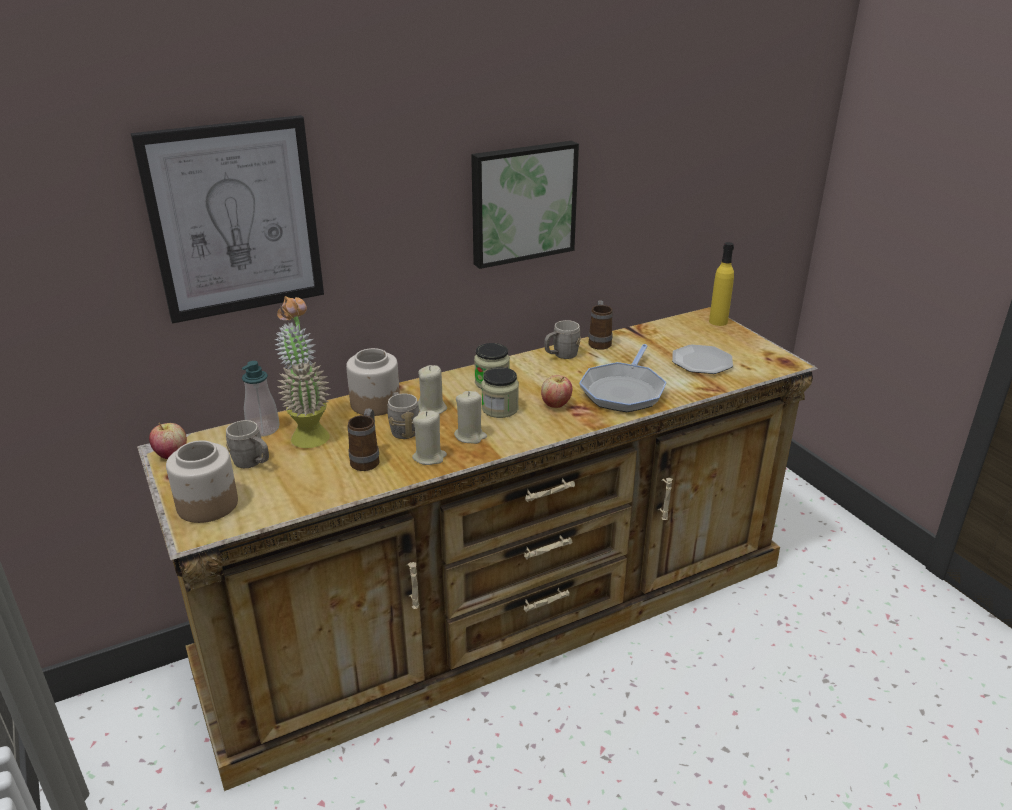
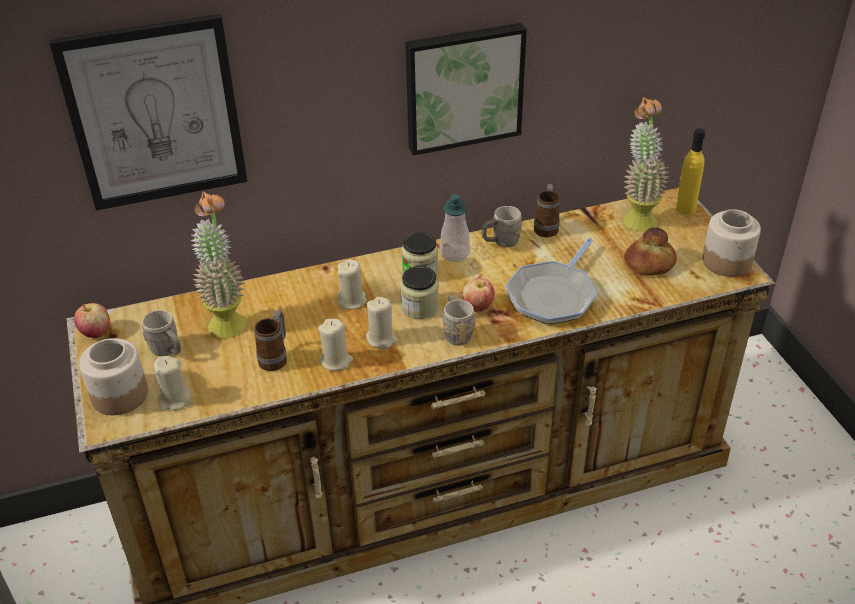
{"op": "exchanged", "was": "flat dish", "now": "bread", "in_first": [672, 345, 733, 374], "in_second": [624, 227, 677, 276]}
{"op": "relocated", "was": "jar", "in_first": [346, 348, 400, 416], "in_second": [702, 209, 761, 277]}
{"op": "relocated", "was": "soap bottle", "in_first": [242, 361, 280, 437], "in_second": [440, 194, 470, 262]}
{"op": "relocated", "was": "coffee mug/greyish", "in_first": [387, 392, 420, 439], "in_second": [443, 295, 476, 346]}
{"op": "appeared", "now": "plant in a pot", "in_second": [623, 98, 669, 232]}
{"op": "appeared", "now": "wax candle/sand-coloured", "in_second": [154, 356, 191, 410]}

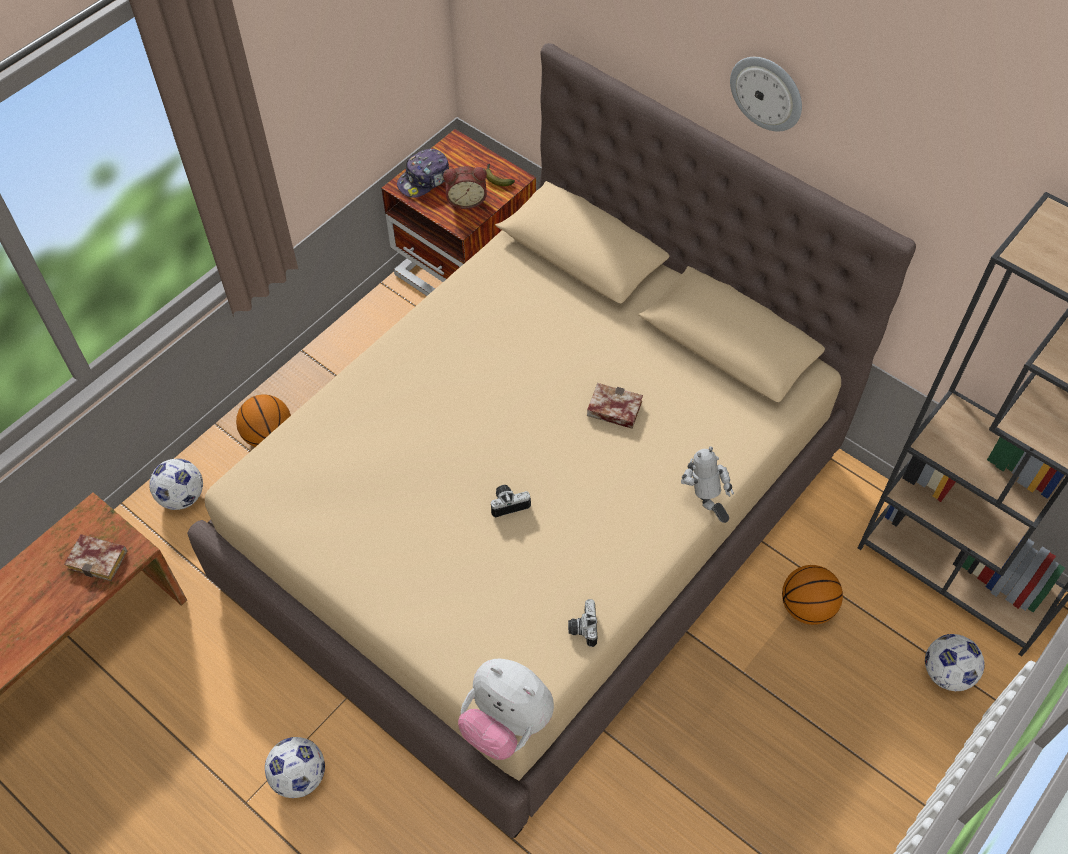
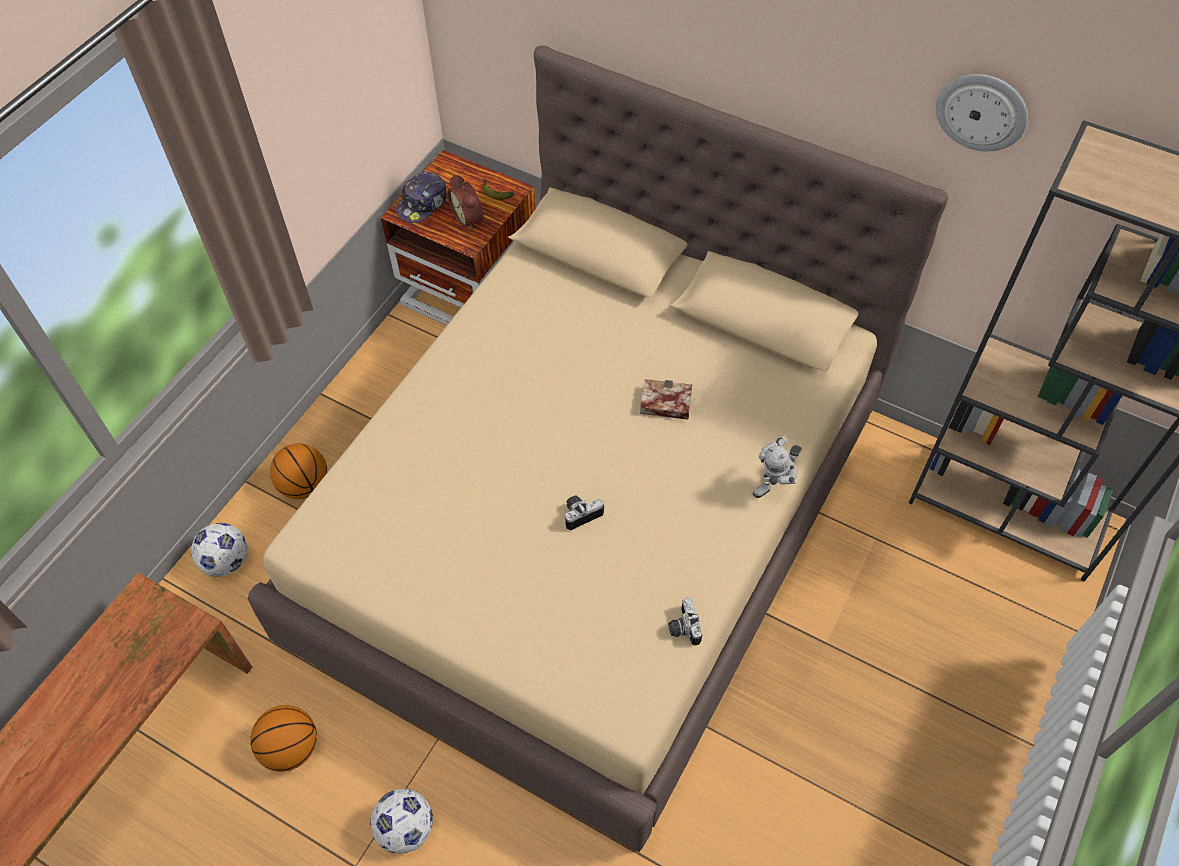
{"op": "relocated", "was": "hanging clock", "in_first": [730, 57, 802, 131], "in_second": [936, 74, 1028, 151]}
{"op": "spun", "was": "bedside clock", "in_first": [443, 166, 487, 209], "in_second": [447, 174, 484, 231], "clockwise": 75}
{"op": "spun", "was": "robot figure", "in_first": [681, 446, 734, 523], "in_second": [753, 435, 802, 498], "clockwise": -105}
{"op": "missing", "was": "bound book", "in_first": [64, 534, 127, 581]}
{"op": "relocated", "was": "basketball ball", "in_first": [782, 565, 843, 625], "in_second": [250, 705, 317, 772]}
{"op": "missing", "was": "football ball", "in_first": [925, 634, 984, 691]}
{"op": "missing", "was": "plush toy", "in_first": [458, 658, 554, 760]}

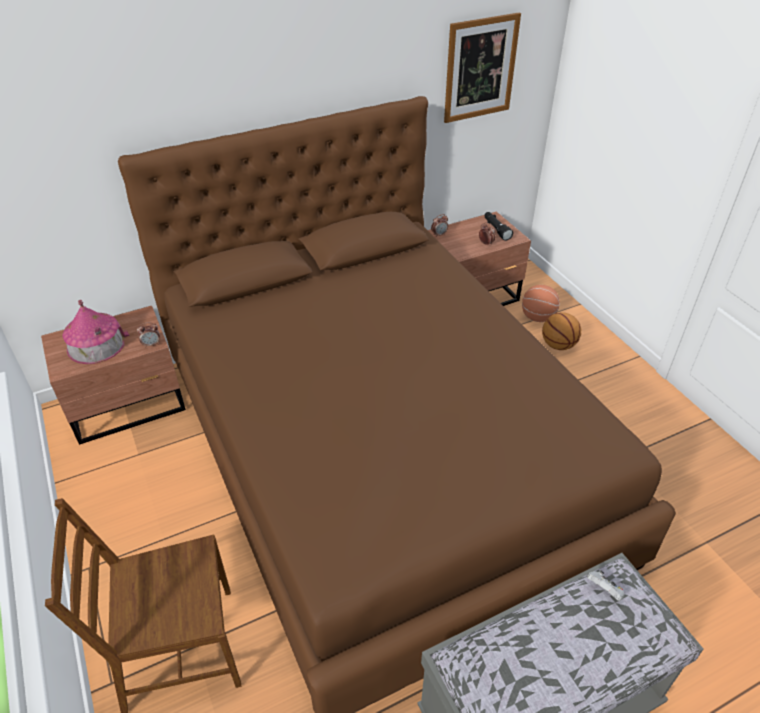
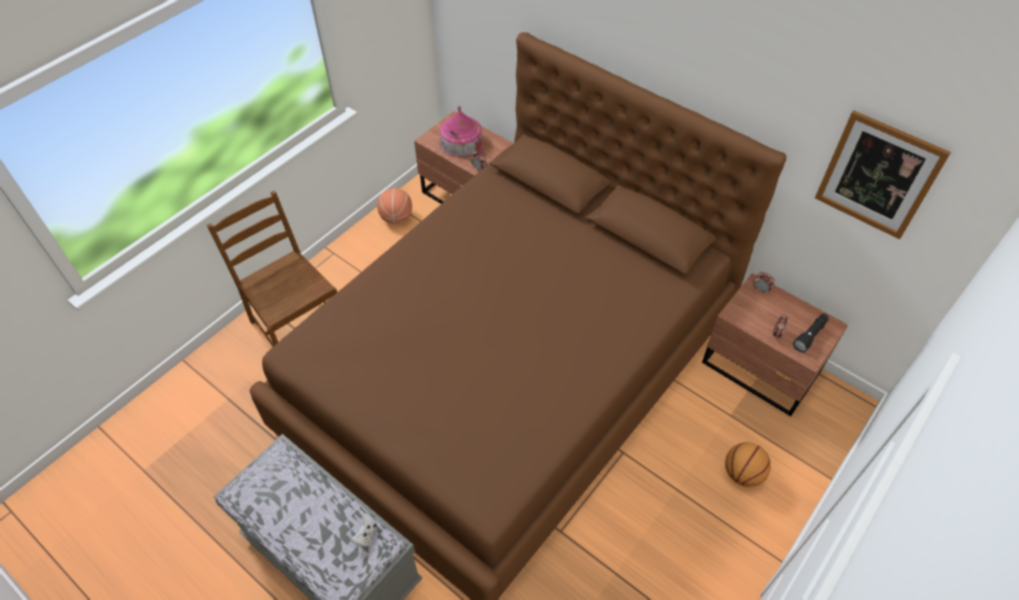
{"op": "relocated", "was": "basketball ball", "in_first": [522, 285, 560, 322], "in_second": [377, 188, 412, 224]}

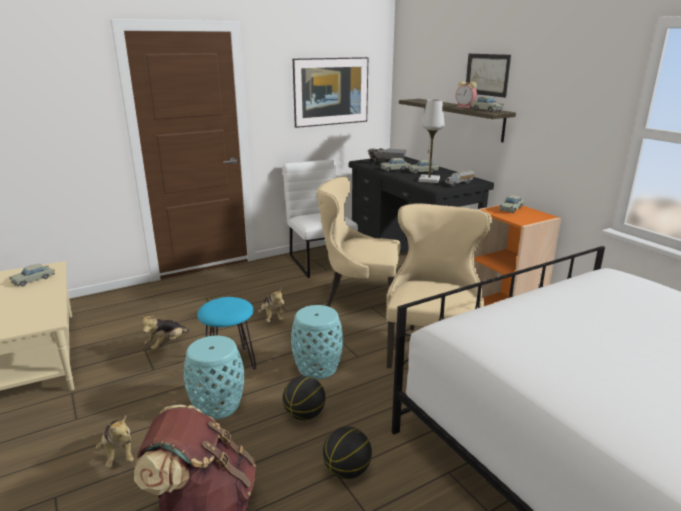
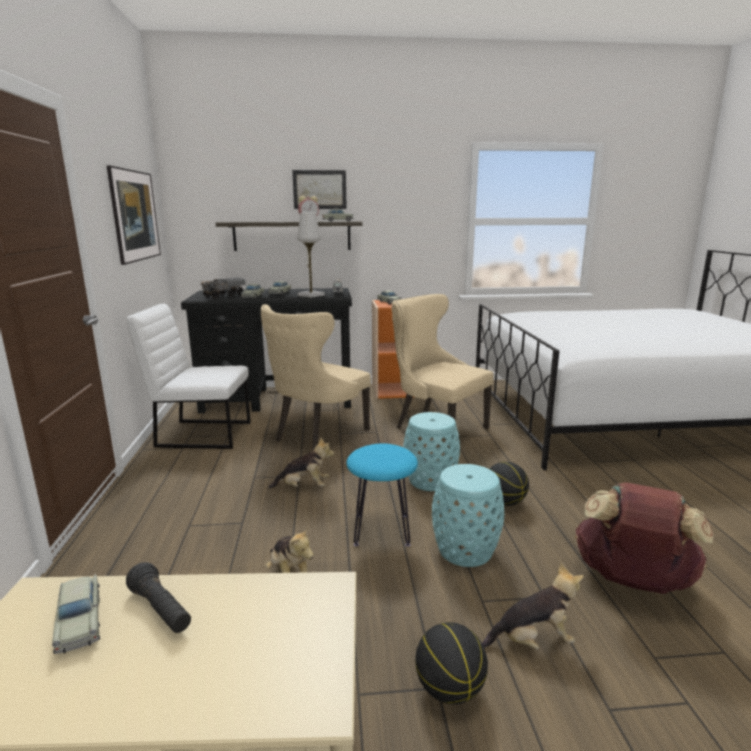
{"op": "relocated", "was": "basketball ball", "in_first": [323, 426, 372, 479], "in_second": [415, 622, 488, 704]}
{"op": "appeared", "now": "torch/blackish", "in_second": [126, 562, 191, 633]}

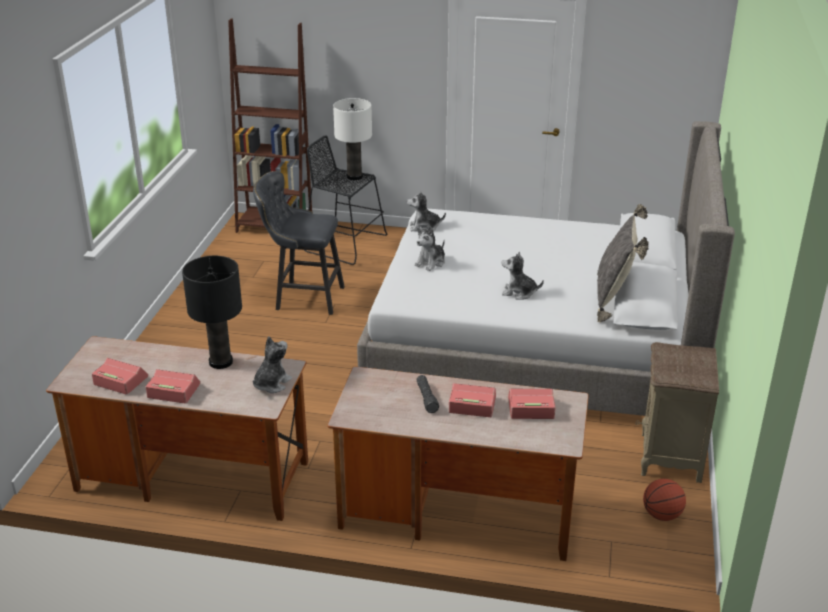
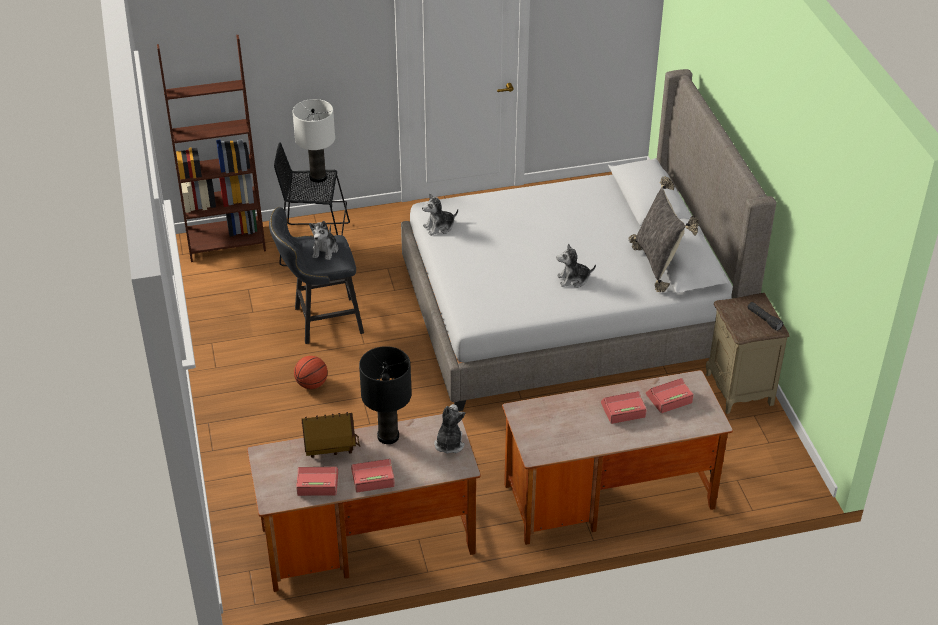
{"op": "relocated", "was": "plush toy", "in_first": [415, 227, 445, 271], "in_second": [309, 221, 338, 260]}
{"op": "relocated", "was": "torch/blackish", "in_first": [417, 375, 439, 413], "in_second": [748, 302, 784, 331]}
{"op": "relocated", "was": "basketball ball", "in_first": [643, 479, 686, 521], "in_second": [294, 356, 328, 389]}
{"op": "appeared", "now": "model house", "in_second": [302, 412, 360, 458]}

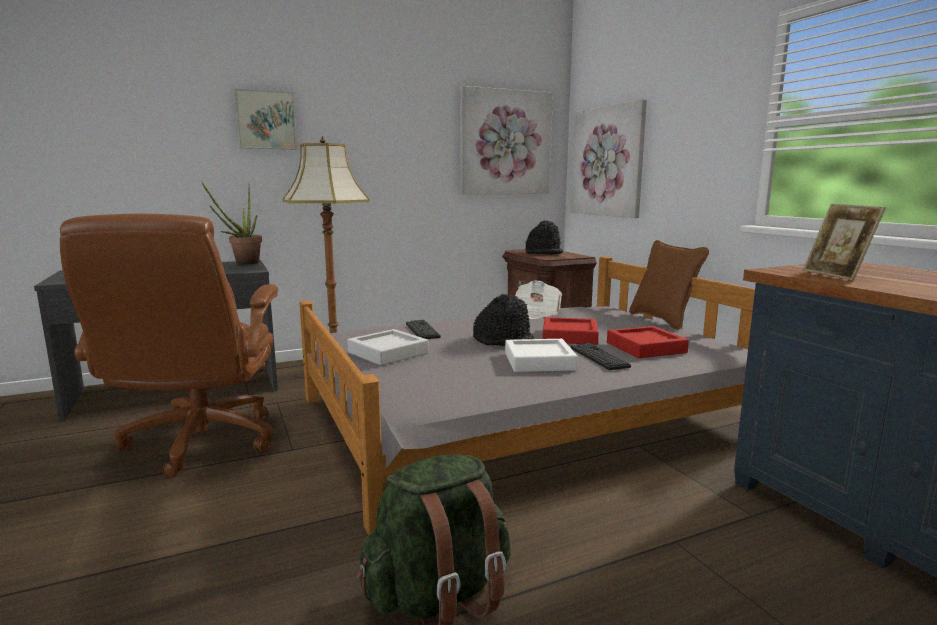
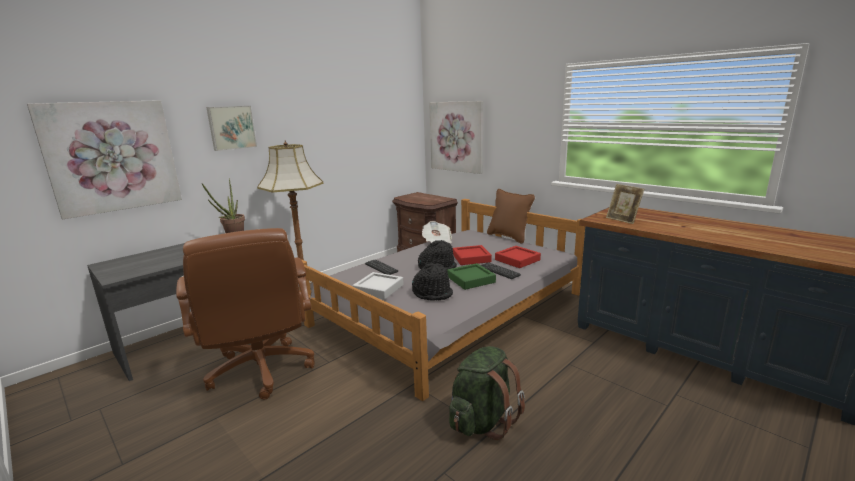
{"op": "relocated", "was": "picture", "in_first": [460, 86, 553, 195], "in_second": [27, 100, 182, 219]}
{"op": "relocated", "was": "wearable hat/blackish", "in_first": [525, 220, 563, 255], "in_second": [412, 263, 453, 301]}
{"op": "colour", "was": "carrying tray/white", "now": "carrying tray/green-coloured", "in_first": [505, 339, 578, 372], "in_second": [447, 263, 496, 290]}

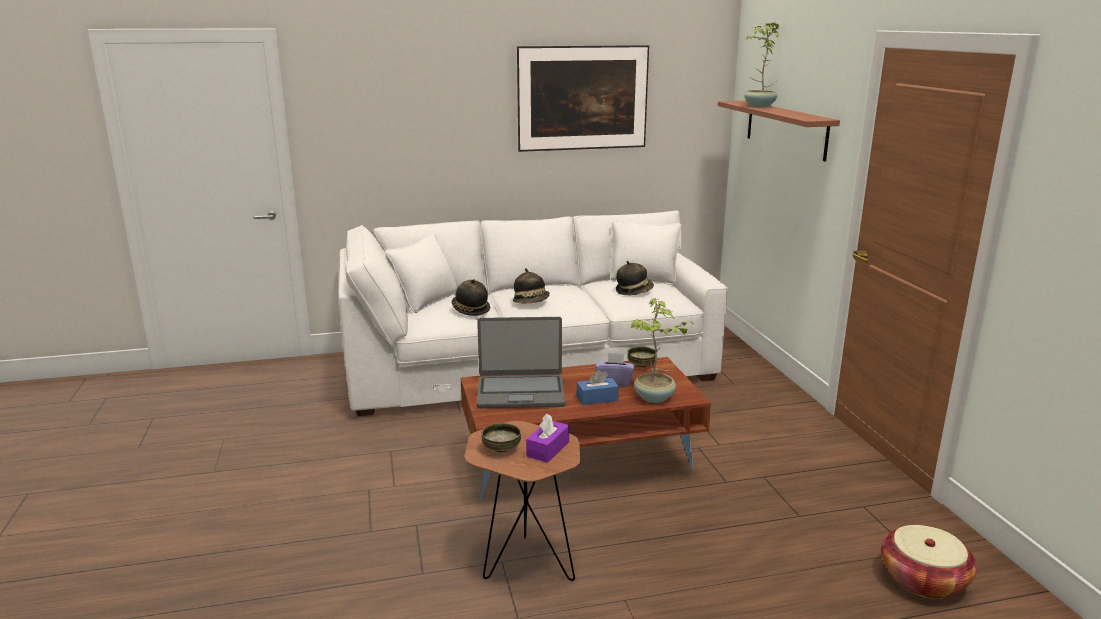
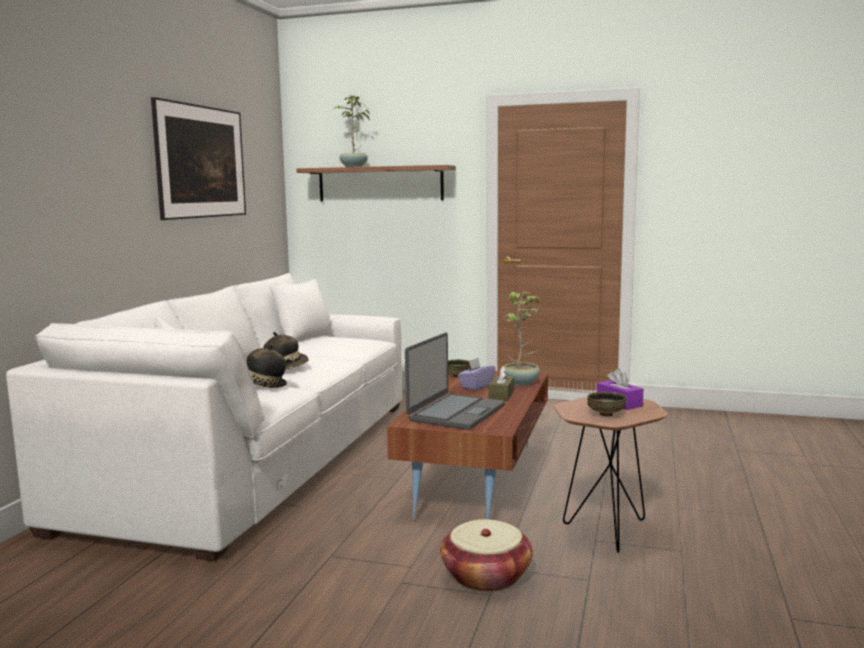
{"op": "missing", "was": "wearable hat", "in_first": [616, 261, 654, 296]}
{"op": "colour", "was": "tissue holder/blue", "now": "tissue holder/brown-coloured", "in_first": [577, 370, 619, 405], "in_second": [489, 366, 514, 401]}
{"op": "relocated", "was": "basket", "in_first": [881, 525, 977, 599], "in_second": [440, 519, 533, 592]}

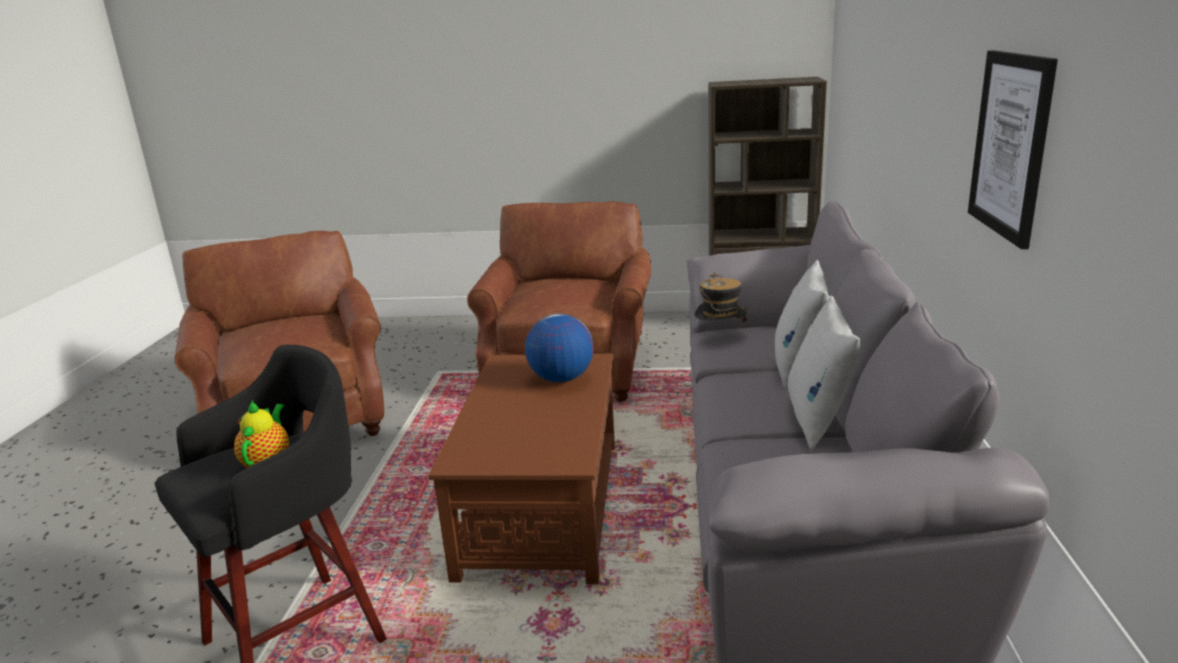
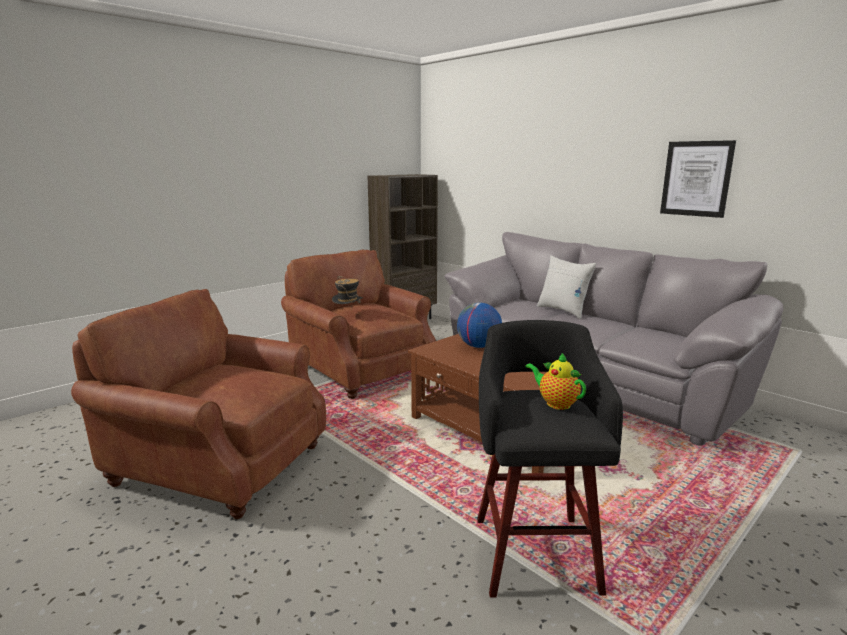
{"op": "relocated", "was": "wearable hat", "in_first": [695, 272, 747, 330], "in_second": [332, 276, 363, 310]}
{"op": "missing", "was": "cushion/greyish", "in_first": [788, 296, 861, 449]}

